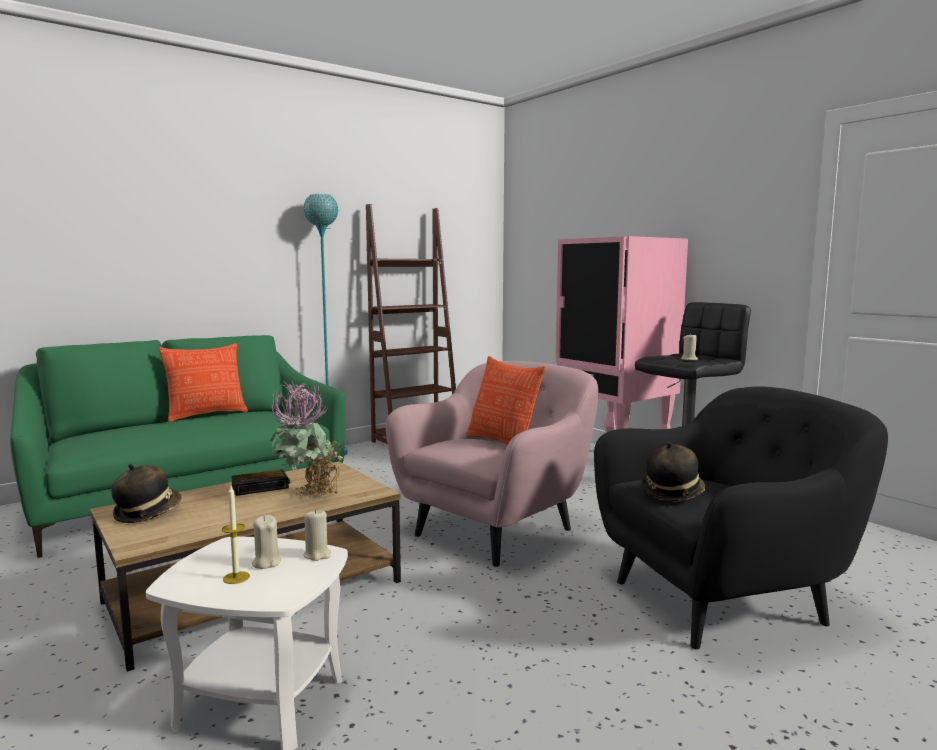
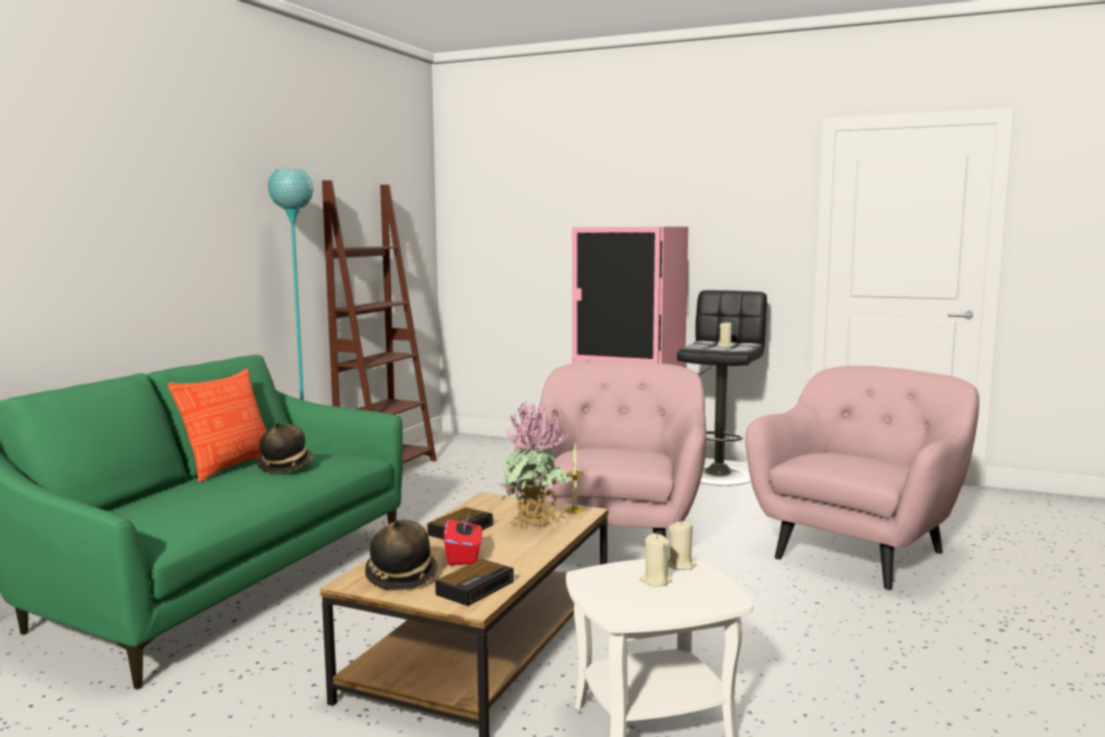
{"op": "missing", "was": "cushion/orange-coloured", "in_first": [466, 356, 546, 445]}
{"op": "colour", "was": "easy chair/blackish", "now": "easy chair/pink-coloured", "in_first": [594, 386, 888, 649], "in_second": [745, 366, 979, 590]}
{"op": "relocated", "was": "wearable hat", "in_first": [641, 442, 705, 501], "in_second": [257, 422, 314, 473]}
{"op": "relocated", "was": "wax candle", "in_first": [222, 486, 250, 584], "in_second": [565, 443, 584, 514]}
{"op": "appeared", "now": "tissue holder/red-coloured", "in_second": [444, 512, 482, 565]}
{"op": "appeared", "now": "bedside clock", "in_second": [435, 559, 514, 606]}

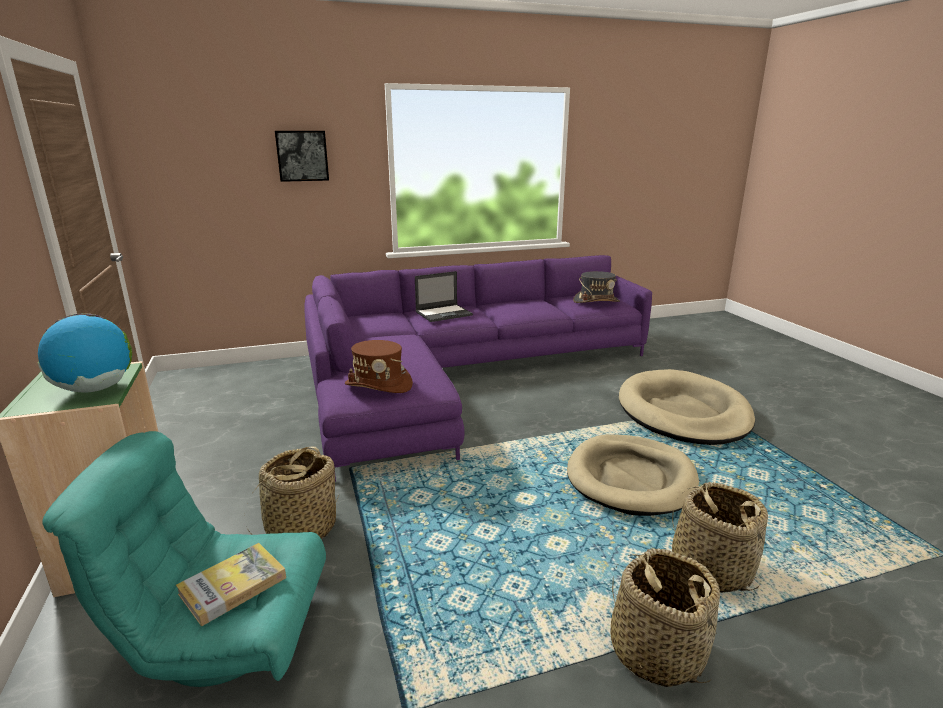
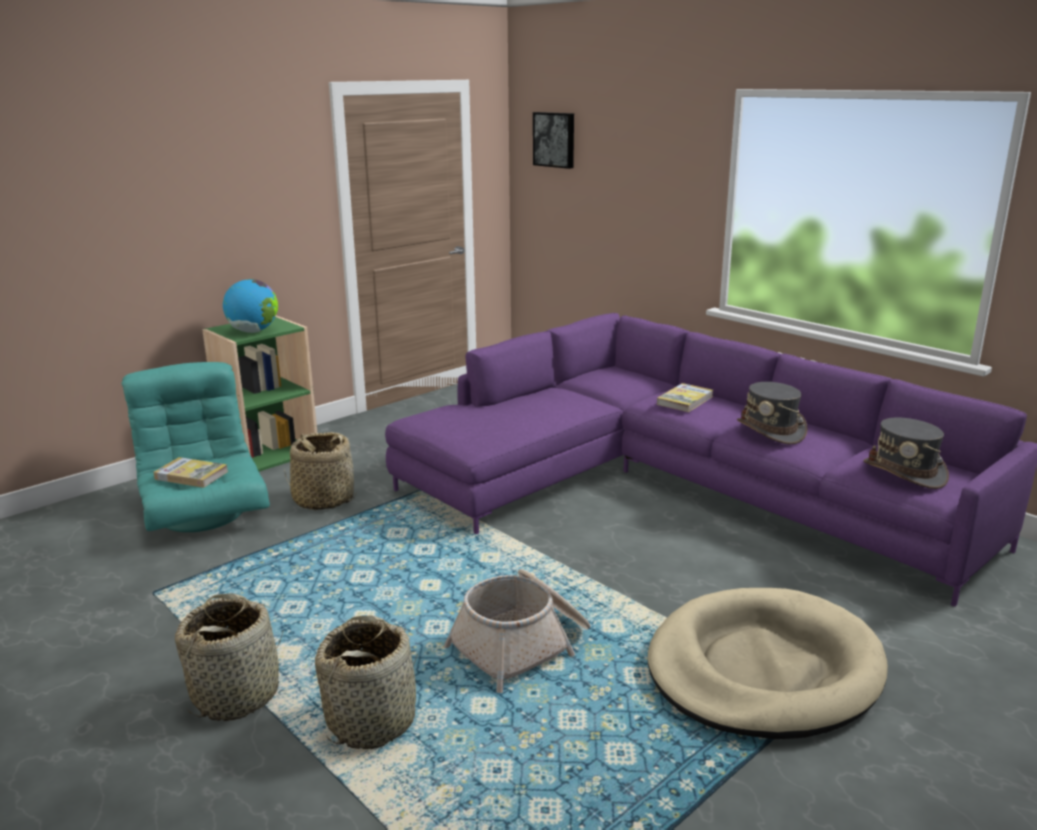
{"op": "relocated", "was": "picture", "in_first": [275, 131, 329, 182], "in_second": [533, 112, 574, 169]}
{"op": "exchanged", "was": "portable computer", "now": "bound book", "in_first": [415, 271, 473, 322], "in_second": [657, 383, 713, 412]}
{"op": "missing", "was": "wearable hat/brown-coloured", "in_first": [345, 340, 413, 393]}
{"op": "exchanged", "was": "dog cushion/sand-coloured", "now": "basket", "in_first": [567, 434, 699, 516], "in_second": [444, 569, 590, 693]}
{"op": "appeared", "now": "wearable hat/greyish", "in_second": [737, 382, 807, 444]}

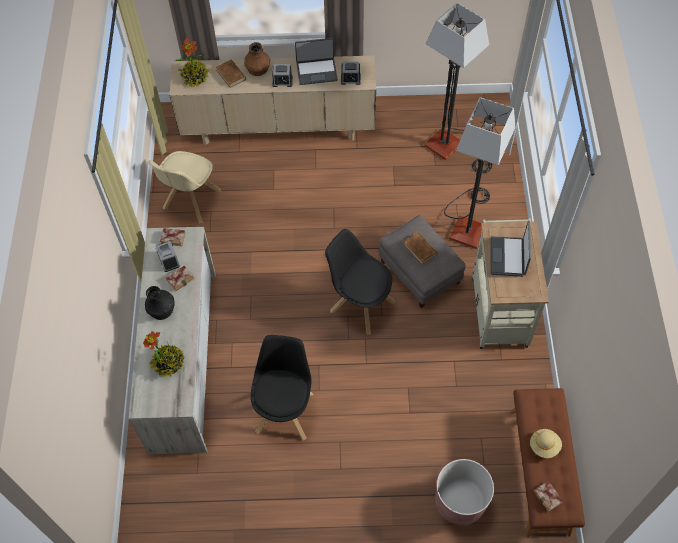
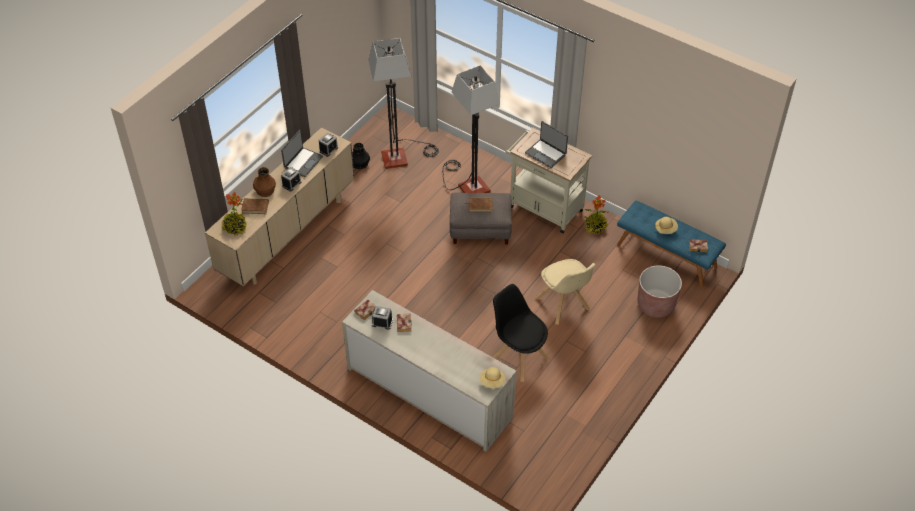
{"op": "relocated", "was": "chair/sand-coloured", "in_first": [148, 151, 221, 224], "in_second": [535, 259, 595, 325]}
{"op": "missing", "was": "chair/blackish", "in_first": [325, 229, 395, 335]}
{"op": "relocated", "was": "flower vase/blackish", "in_first": [145, 286, 175, 320], "in_second": [352, 143, 370, 169]}
{"op": "relocated", "was": "plant in a pot", "in_first": [143, 331, 184, 377], "in_second": [584, 195, 608, 234]}
{"op": "colour", "was": "indoor bench/brown-coloured", "now": "indoor bench/blue", "in_first": [510, 388, 585, 538], "in_second": [617, 200, 726, 288]}
{"op": "appeared", "now": "wearable hat/sand-coloured", "in_second": [480, 367, 505, 388]}

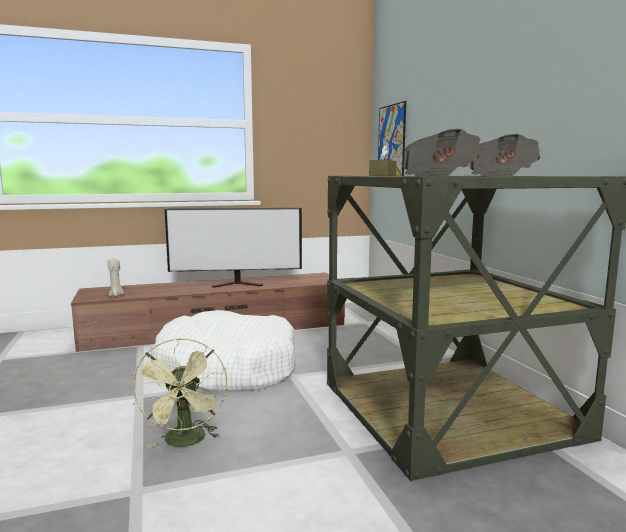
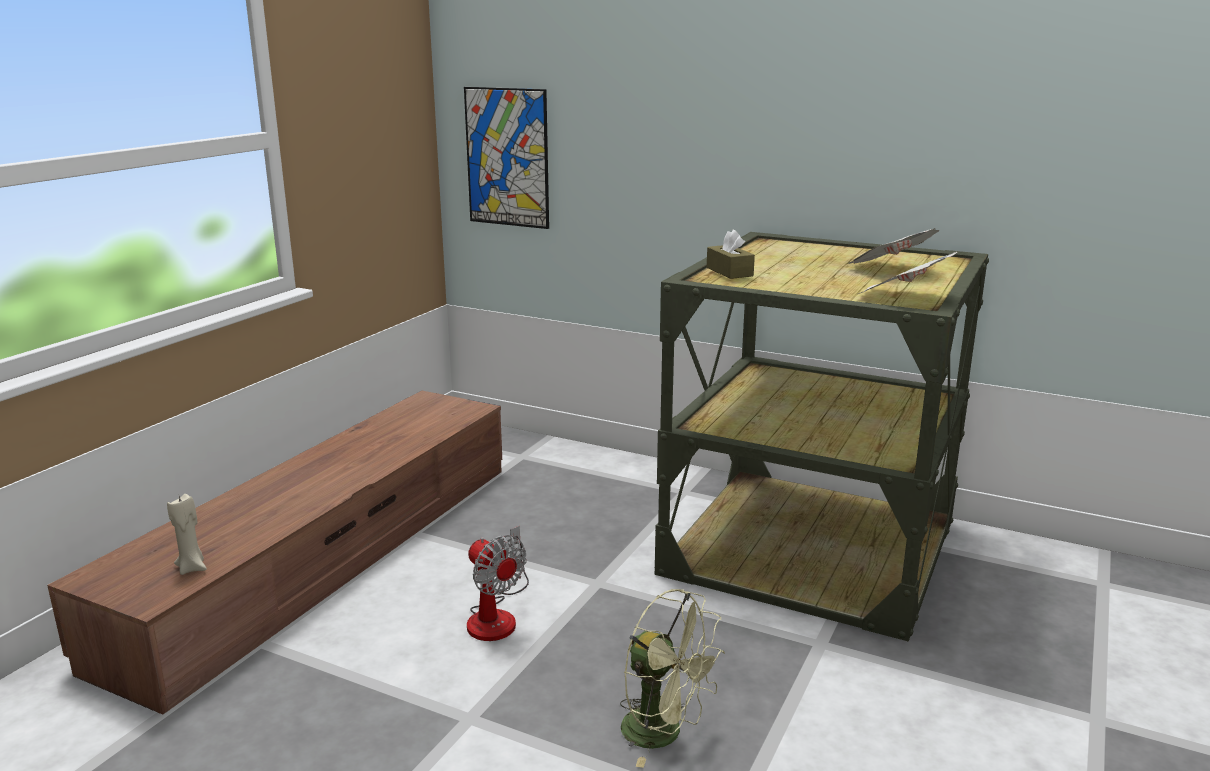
{"op": "missing", "was": "TV", "in_first": [165, 208, 302, 288]}
{"op": "exchanged", "was": "dog cushion/white", "now": "fan", "in_first": [150, 310, 296, 391], "in_second": [467, 526, 529, 641]}

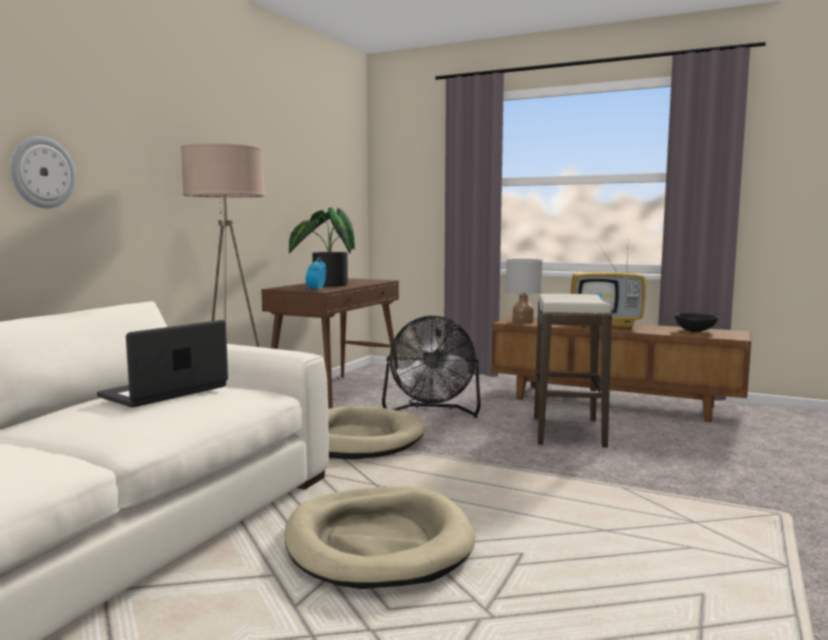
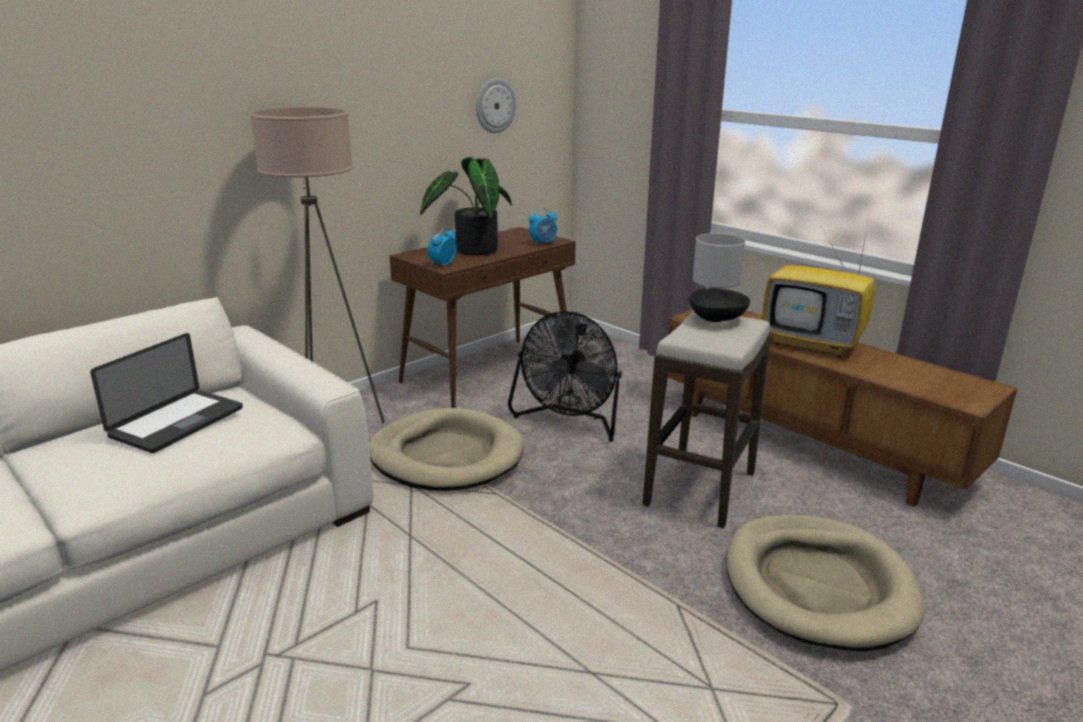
{"op": "relocated", "was": "hanging clock", "in_first": [10, 136, 76, 208], "in_second": [476, 78, 516, 133]}
{"op": "relocated", "was": "deep dish/blackish", "in_first": [675, 313, 719, 332], "in_second": [689, 288, 750, 322]}
{"op": "spun", "was": "portable computer", "in_first": [97, 320, 228, 408], "in_second": [90, 333, 243, 453], "clockwise": 150}
{"op": "relocated", "was": "dog cushion/sand-coloured", "in_first": [284, 486, 475, 589], "in_second": [726, 515, 925, 651]}
{"op": "appeared", "now": "bedside clock", "in_second": [529, 208, 557, 246]}

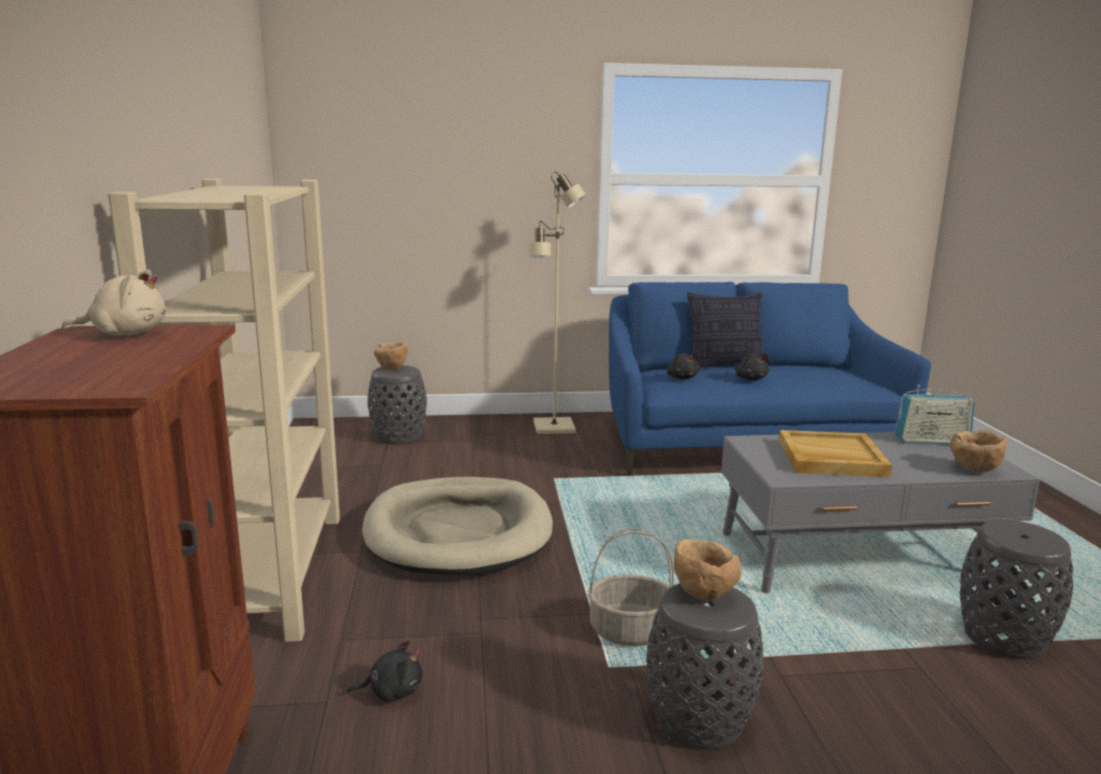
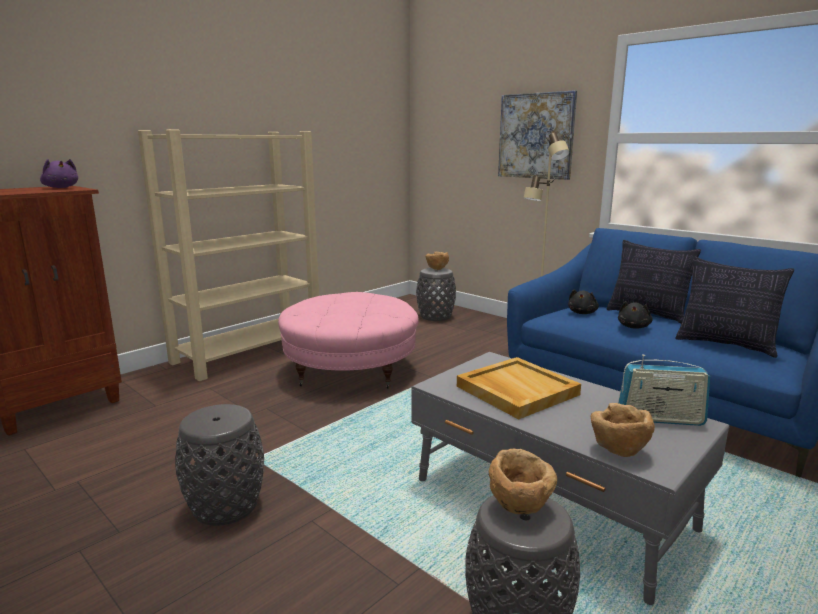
{"op": "colour", "was": "plush toy/sand-coloured", "now": "plush toy/purplish", "in_first": [62, 269, 166, 335], "in_second": [40, 159, 78, 188]}
{"op": "spun", "was": "radio receiver", "in_first": [894, 385, 975, 445], "in_second": [618, 354, 710, 426], "clockwise": -45}
{"op": "exchanged", "was": "dog cushion/sand-coloured", "now": "ottoman/pink-coloured", "in_first": [362, 477, 553, 575], "in_second": [278, 292, 419, 388]}
{"op": "missing", "was": "basket", "in_first": [588, 529, 674, 646]}
{"op": "relocated", "was": "deep dish/brown-coloured", "in_first": [674, 539, 741, 601], "in_second": [489, 448, 557, 514]}
{"op": "missing", "was": "plush toy/blackish", "in_first": [347, 640, 422, 702]}
{"op": "appeared", "now": "picture", "in_second": [498, 90, 577, 180]}
{"op": "appeared", "now": "cushion", "in_second": [676, 257, 794, 358]}

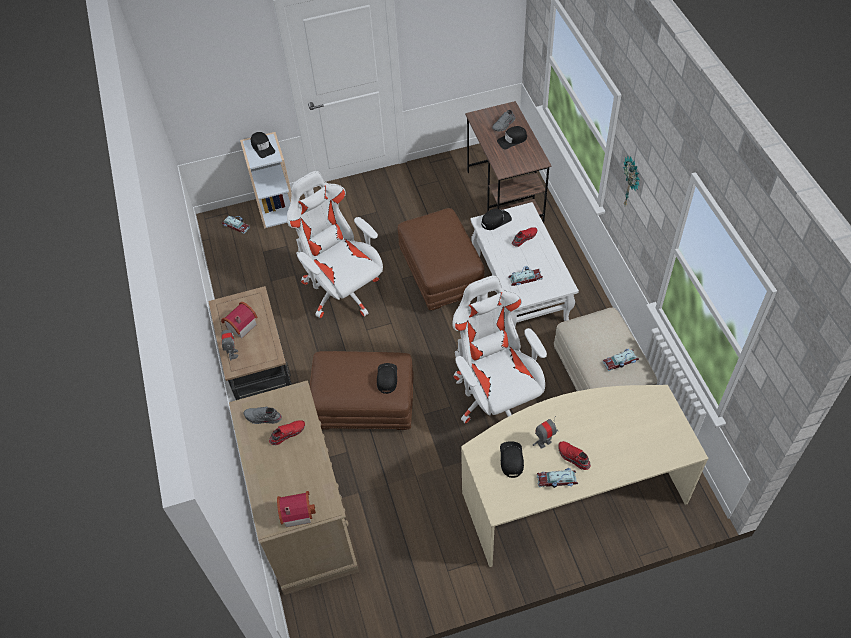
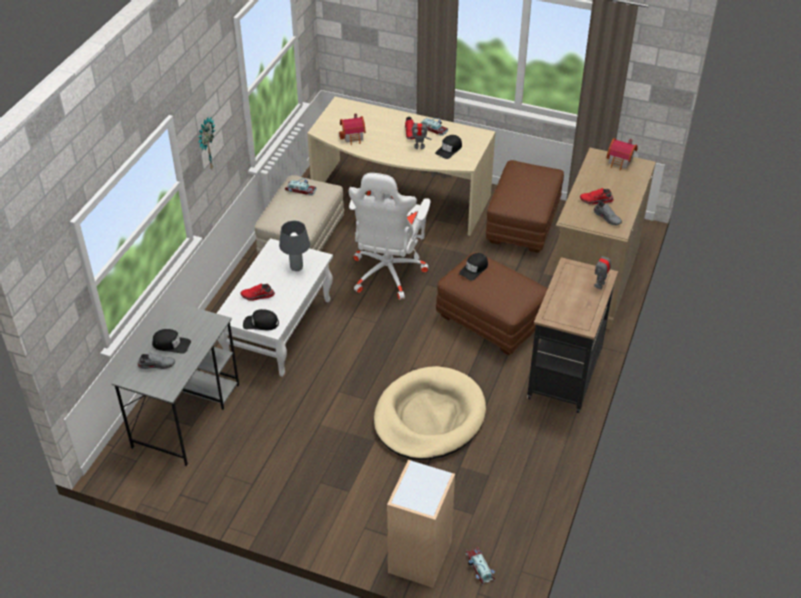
{"op": "colour", "was": "desk table/brown-coloured", "now": "desk table/greyish", "in_first": [465, 101, 552, 222], "in_second": [111, 302, 239, 466]}
{"op": "missing", "was": "baseball cap/blackish", "in_first": [251, 132, 275, 158]}
{"op": "exchanged", "was": "computer chair/white", "now": "dog cushion/sand-coloured", "in_first": [287, 171, 383, 318], "in_second": [374, 366, 486, 460]}
{"op": "relocated", "was": "ottoman/brown-coloured", "in_first": [398, 208, 485, 311], "in_second": [486, 160, 564, 253]}
{"op": "exchanged", "was": "model car", "now": "table lamp/greyish", "in_first": [508, 266, 543, 286], "in_second": [279, 221, 310, 271]}
{"op": "relocated", "was": "model house", "in_first": [221, 302, 258, 338], "in_second": [339, 113, 366, 145]}

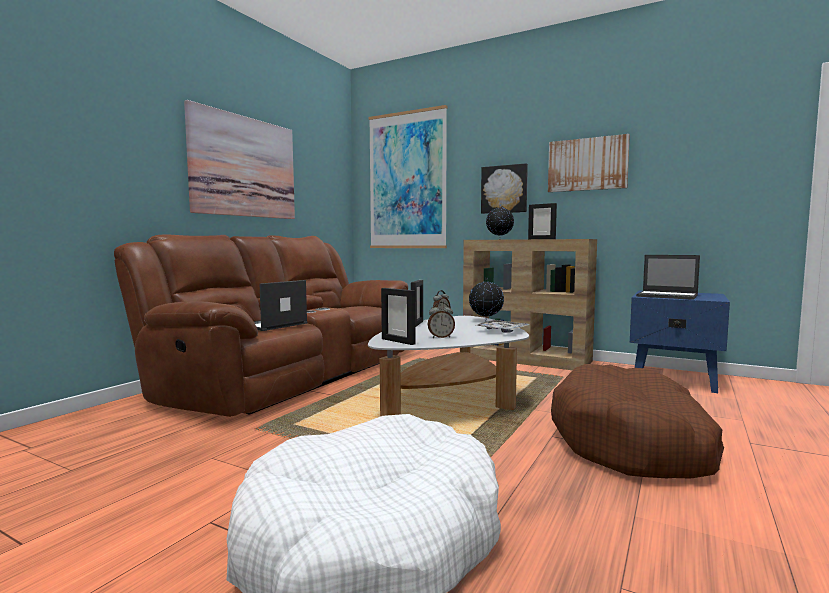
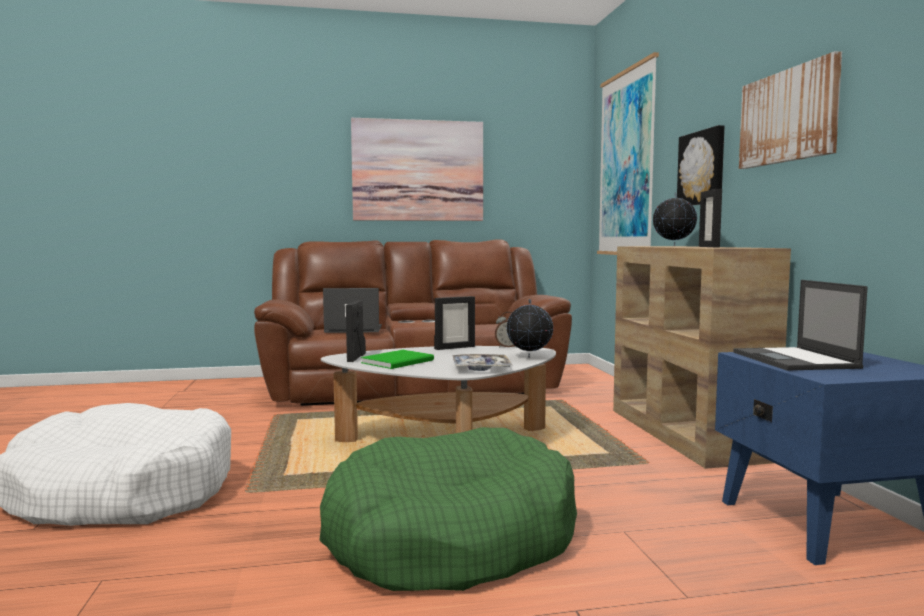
{"op": "exchanged", "was": "bedside clock", "now": "bound book/green-coloured", "in_first": [428, 302, 455, 338], "in_second": [361, 350, 434, 369]}
{"op": "colour", "was": "dog cushion/brown-coloured", "now": "dog cushion/green-coloured", "in_first": [551, 364, 724, 478], "in_second": [319, 427, 577, 591]}

